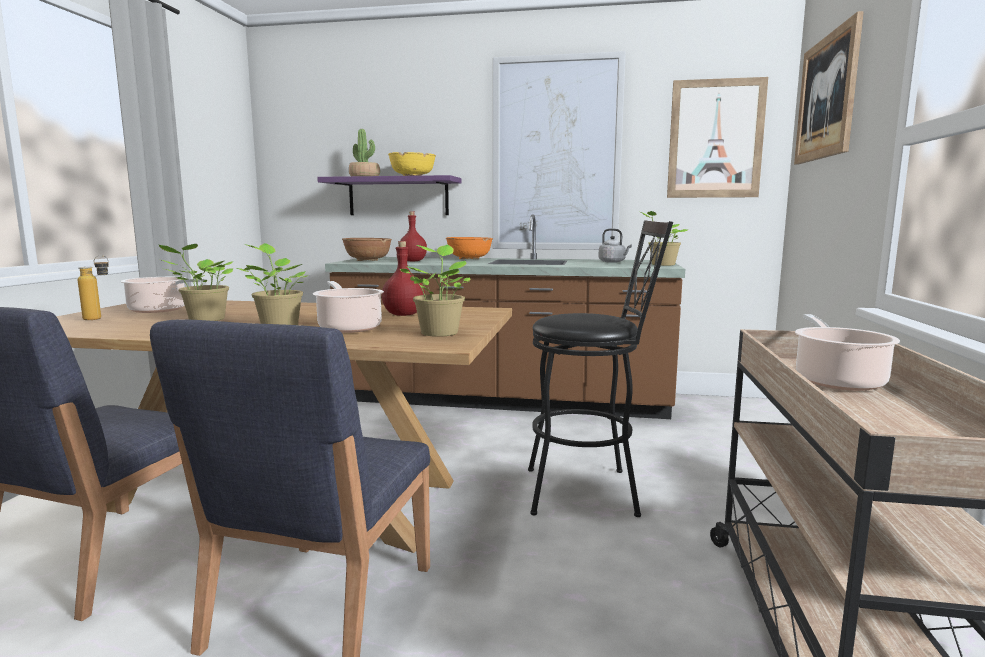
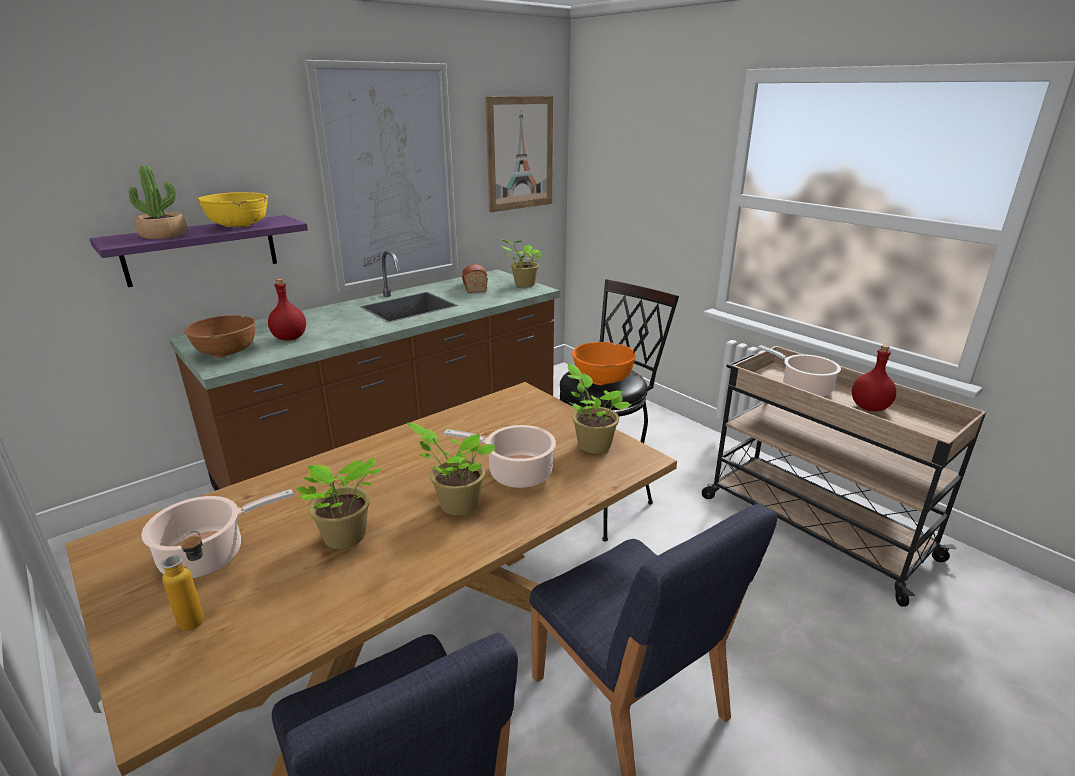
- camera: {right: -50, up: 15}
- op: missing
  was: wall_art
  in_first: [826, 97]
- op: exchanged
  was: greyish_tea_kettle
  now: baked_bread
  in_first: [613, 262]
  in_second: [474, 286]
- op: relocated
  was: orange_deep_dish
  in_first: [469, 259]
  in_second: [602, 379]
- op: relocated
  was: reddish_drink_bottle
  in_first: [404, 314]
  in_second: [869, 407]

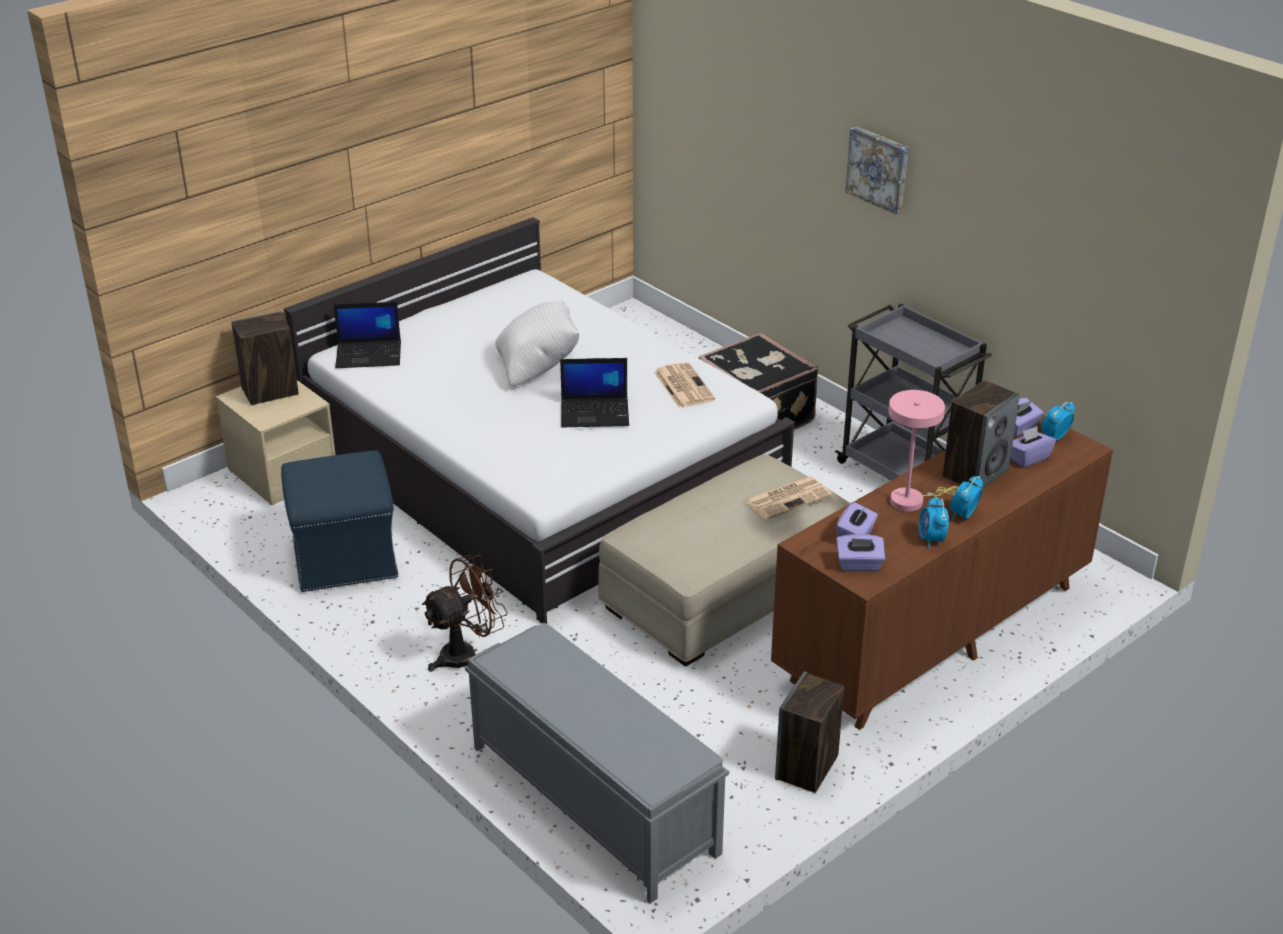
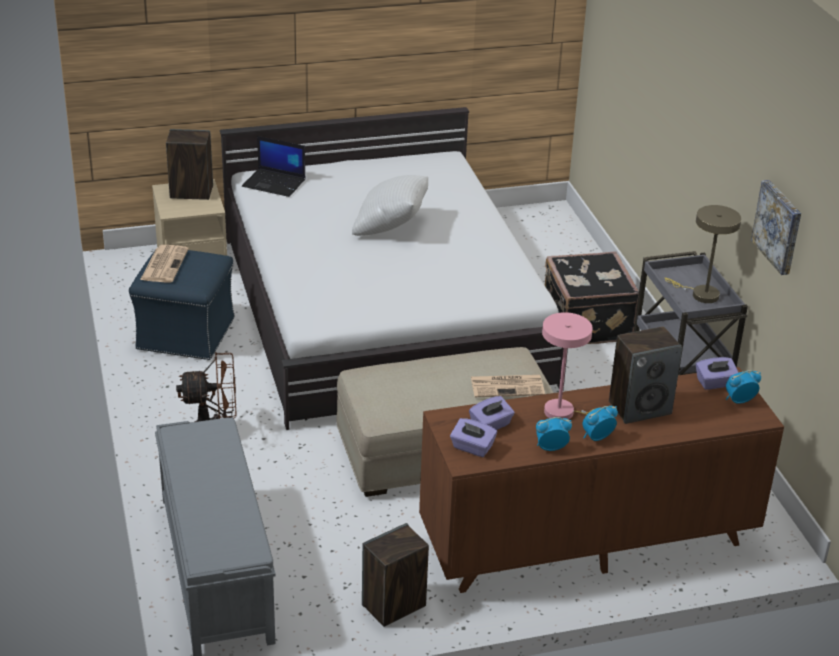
- camera: {right: 25, up: 0}
- op: relocated
  was: wall_art
  in_first: [879, 169]
  in_second: [779, 226]
- op: missing
  was: portable_computer
  in_first: [595, 413]
- op: relocated
  was: newspaper
  in_first: [683, 385]
  in_second: [164, 264]
- op: missing
  was: purple-coloured_tissue_box
  in_first: [1028, 458]
- op: spun
  was: table_clock
  in_first: [931, 539]
  in_second: [550, 448]
  clockwise: 60
- op: appeared
  now: beige_lamp_for_a_table
  in_second: [700, 294]

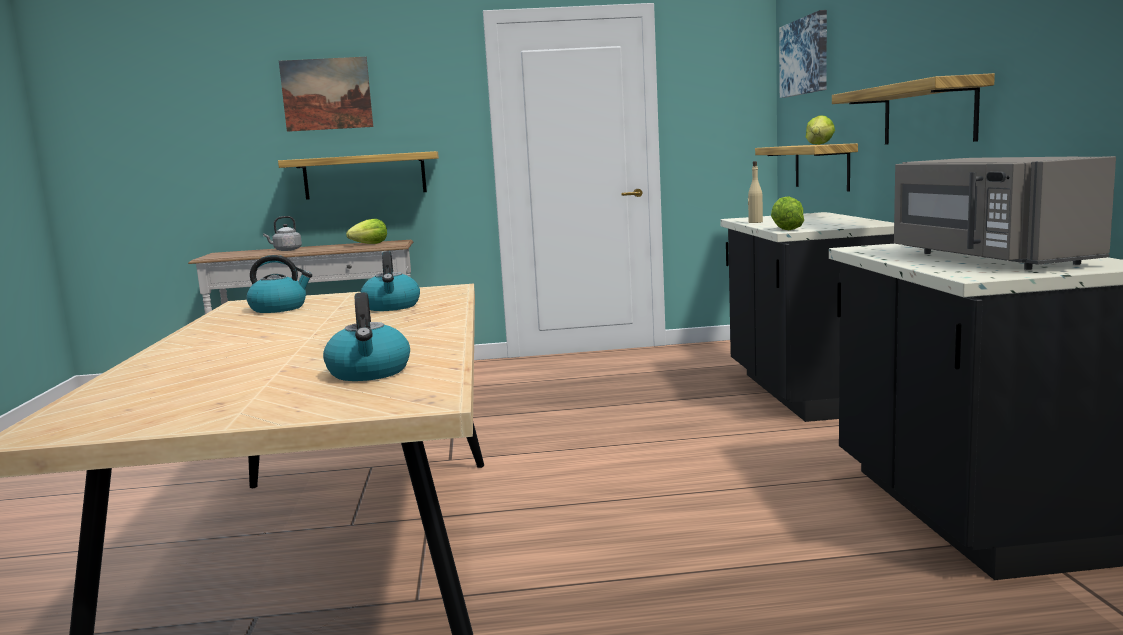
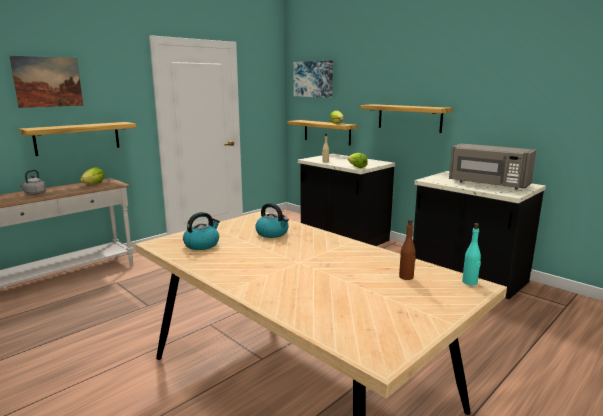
- camera: {right: -40, up: 5}
- op: exchanged
  was: tea_kettle
  now: brown-coloured_drink_bottle
  in_first: [369, 373]
  in_second: [406, 277]
- op: appeared
  now: turquoise-coloured_drink_bottle
  in_second: [470, 282]

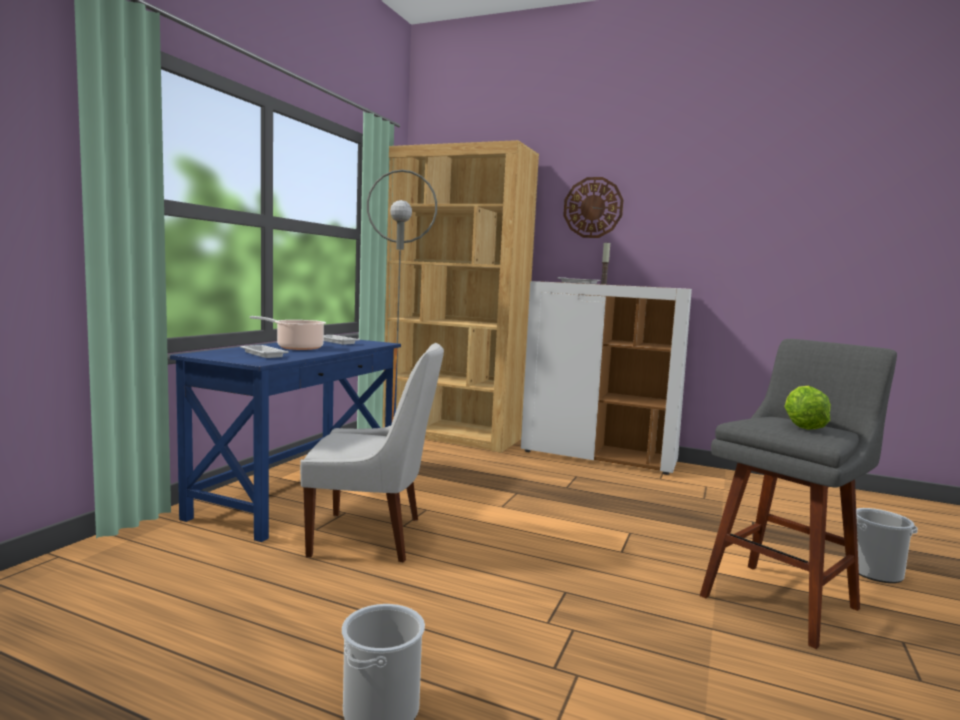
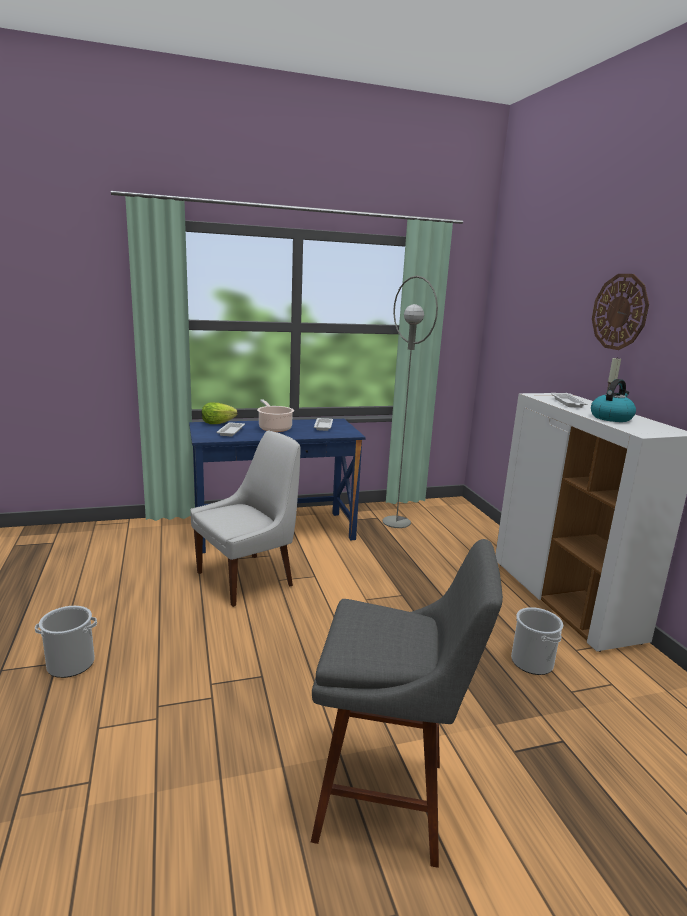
- camera: {right: 50, up: 10}
- op: missing
  was: brown-coloured_bookshelf
  in_first: [452, 435]
- op: spun
  was: white-coloured_chair
  in_first: [372, 537]
  in_second: [248, 578]
  clockwise: -90
- op: relocated
  was: lettuce_head
  in_first: [802, 426]
  in_second: [217, 423]
- op: relocated
  was: pail
  in_first: [875, 572]
  in_second: [532, 662]
- op: appeared
  now: tea_kettle
  in_second: [611, 418]

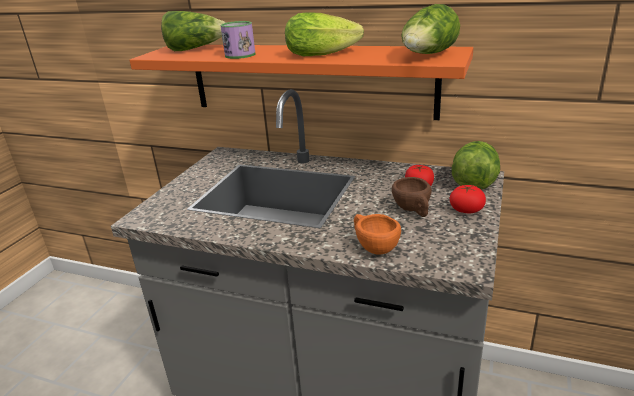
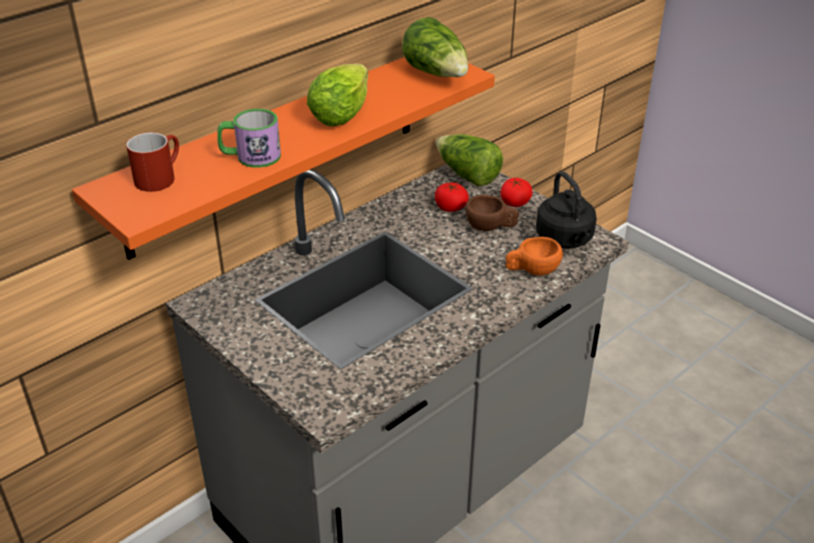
- camera: {right: -65, up: 10}
- op: exchanged
  was: lettuce_head
  now: reddish_tea_mug
  in_first: [196, 49]
  in_second: [159, 177]
- op: appeared
  now: black_tea_kettle
  in_second: [565, 240]

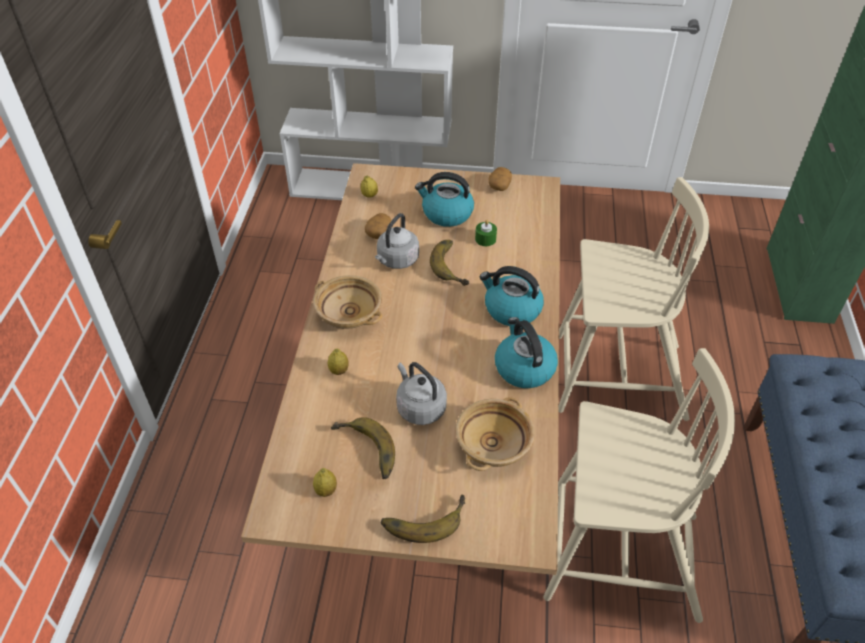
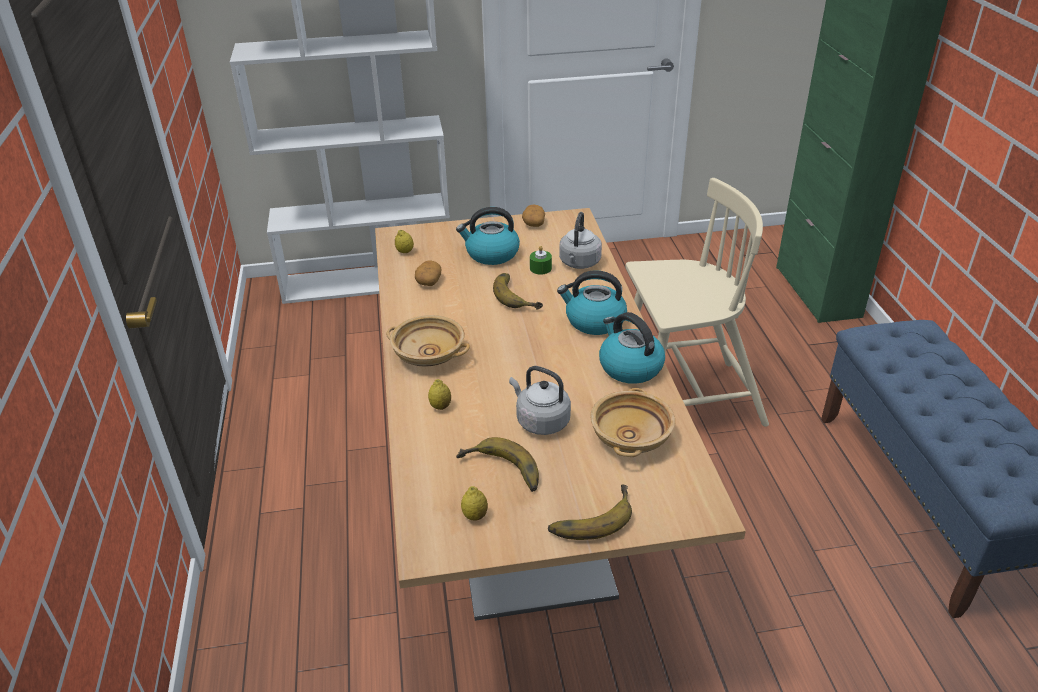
- camera: {right: -15, up: -10}
- op: relocated
  was: greyish_tea_kettle
  in_first: [396, 260]
  in_second: [579, 263]
- op: missing
  was: beige_chair
  in_first: [618, 554]

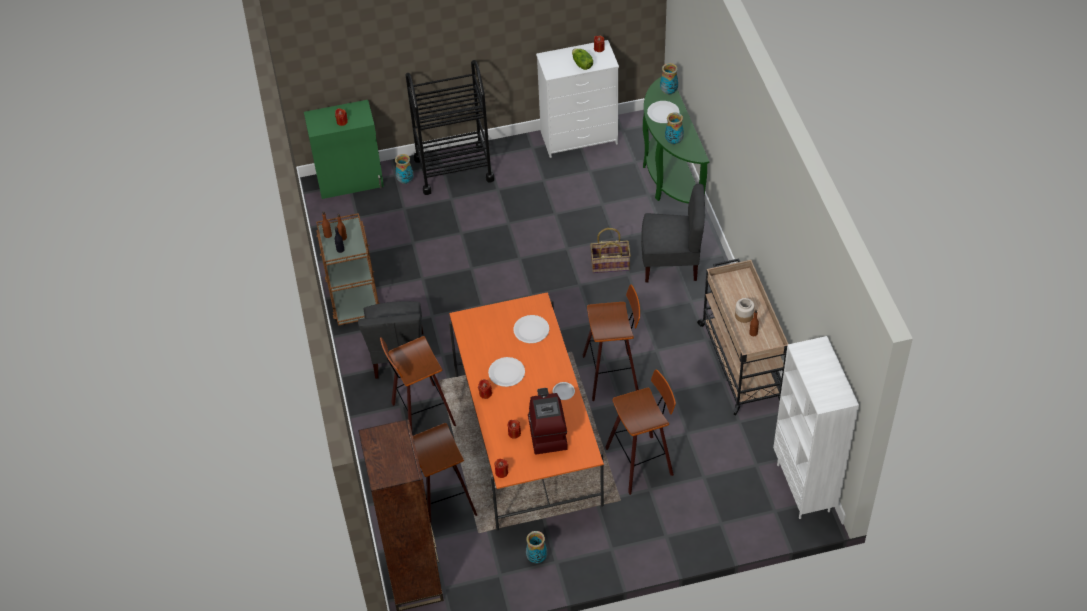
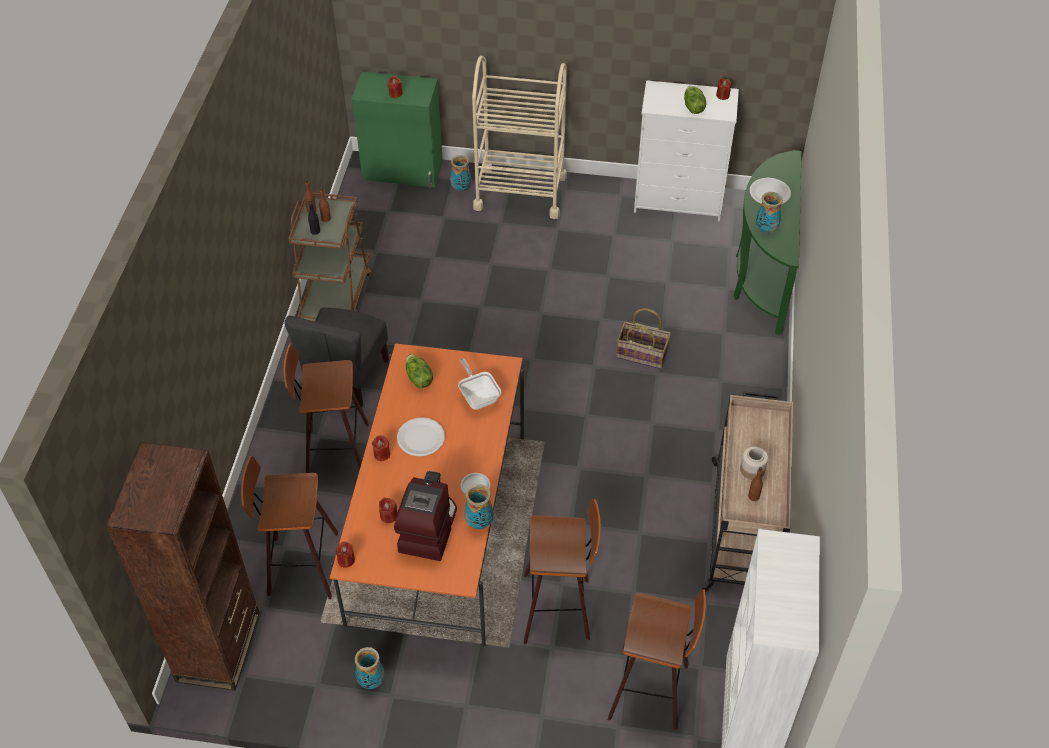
- camera: {right: 20, up: 0}
- op: colour
  was: black_wheeled_cart
  now: beige_wheeled_cart
  in_first: [454, 169]
  in_second: [520, 192]
- op: relocated
  was: vase
  in_first: [668, 92]
  in_second: [479, 522]
- op: missing
  was: greyish_chair
  in_first: [671, 263]
- op: relocated
  was: stool_seat
  in_first: [612, 374]
  in_second: [652, 689]
- op: exchanged
  was: white-coloured_flat_dish
  now: pan
  in_first: [531, 330]
  in_second: [478, 396]
- op: appeared
  now: lettuce_head
  in_second: [418, 378]

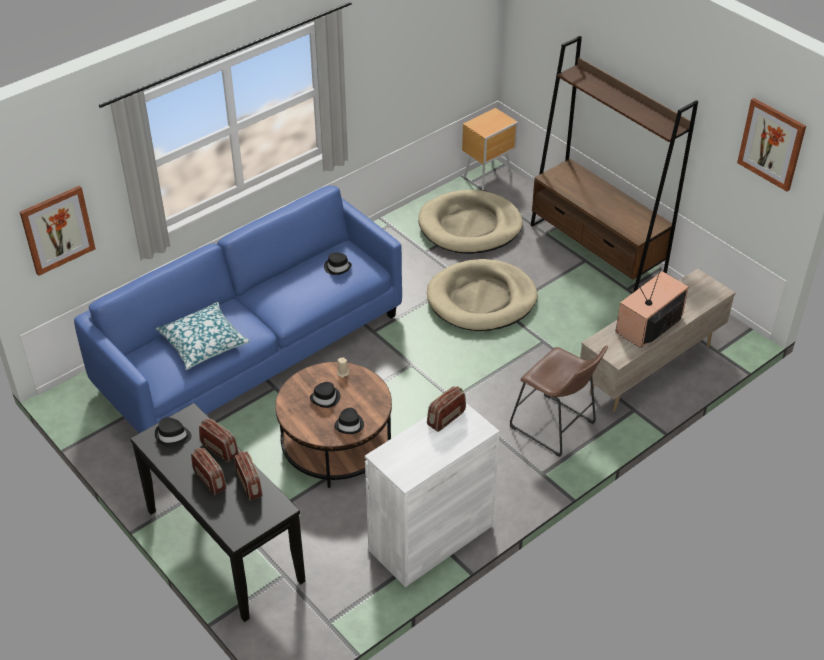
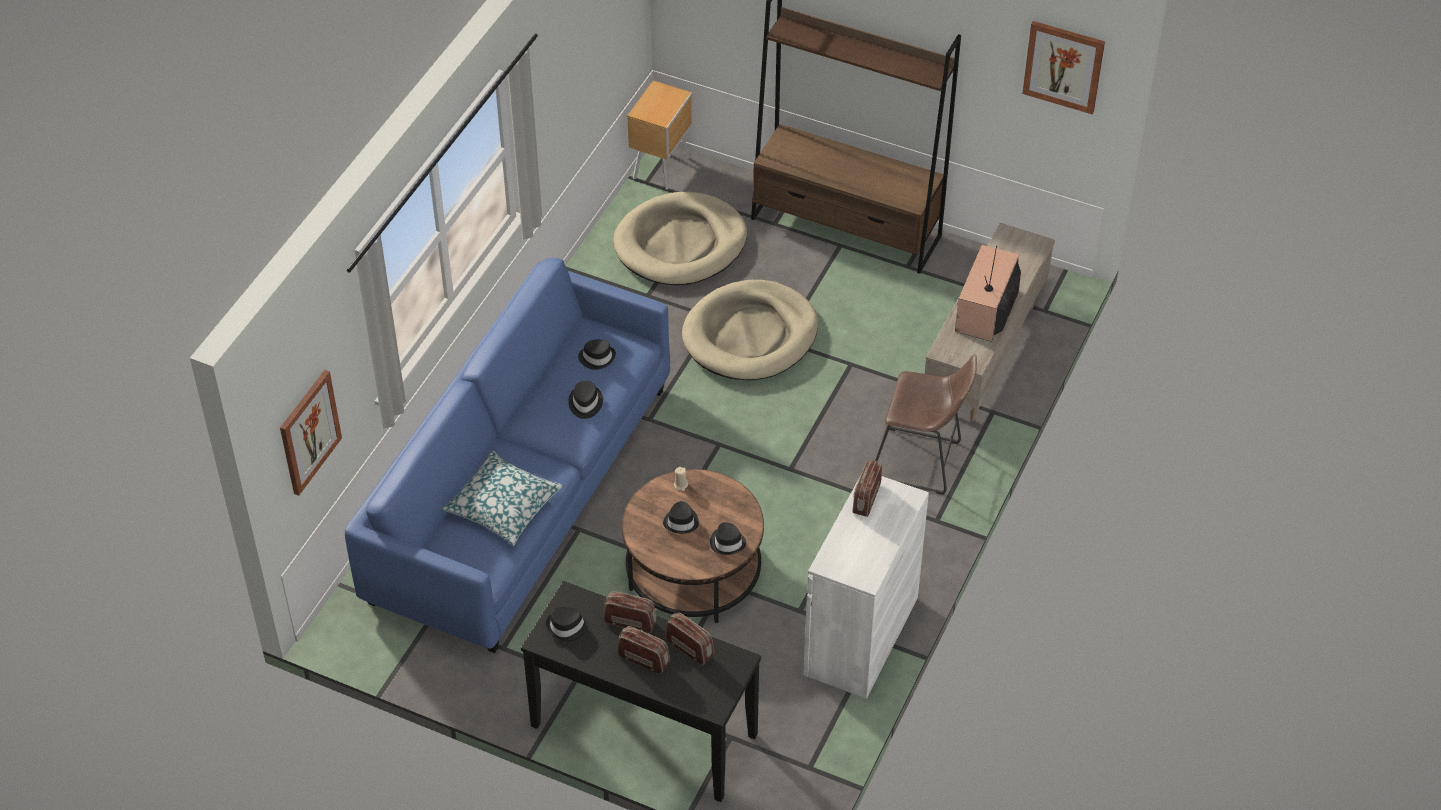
- camera: {right: -25, up: 5}
- op: appeared
  now: black_wearable_hat
  in_second: [585, 403]

